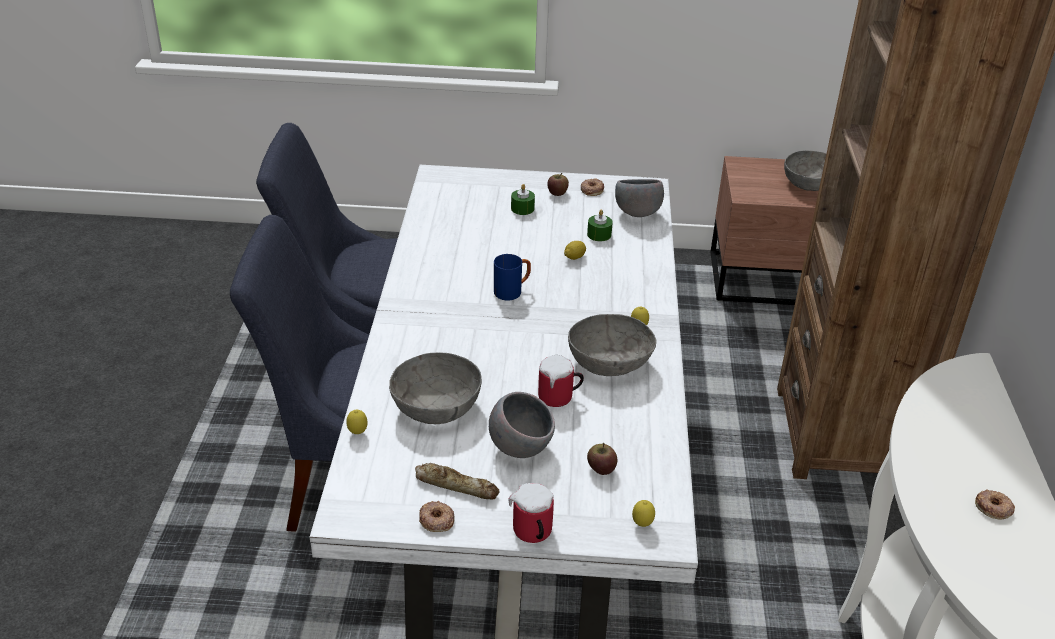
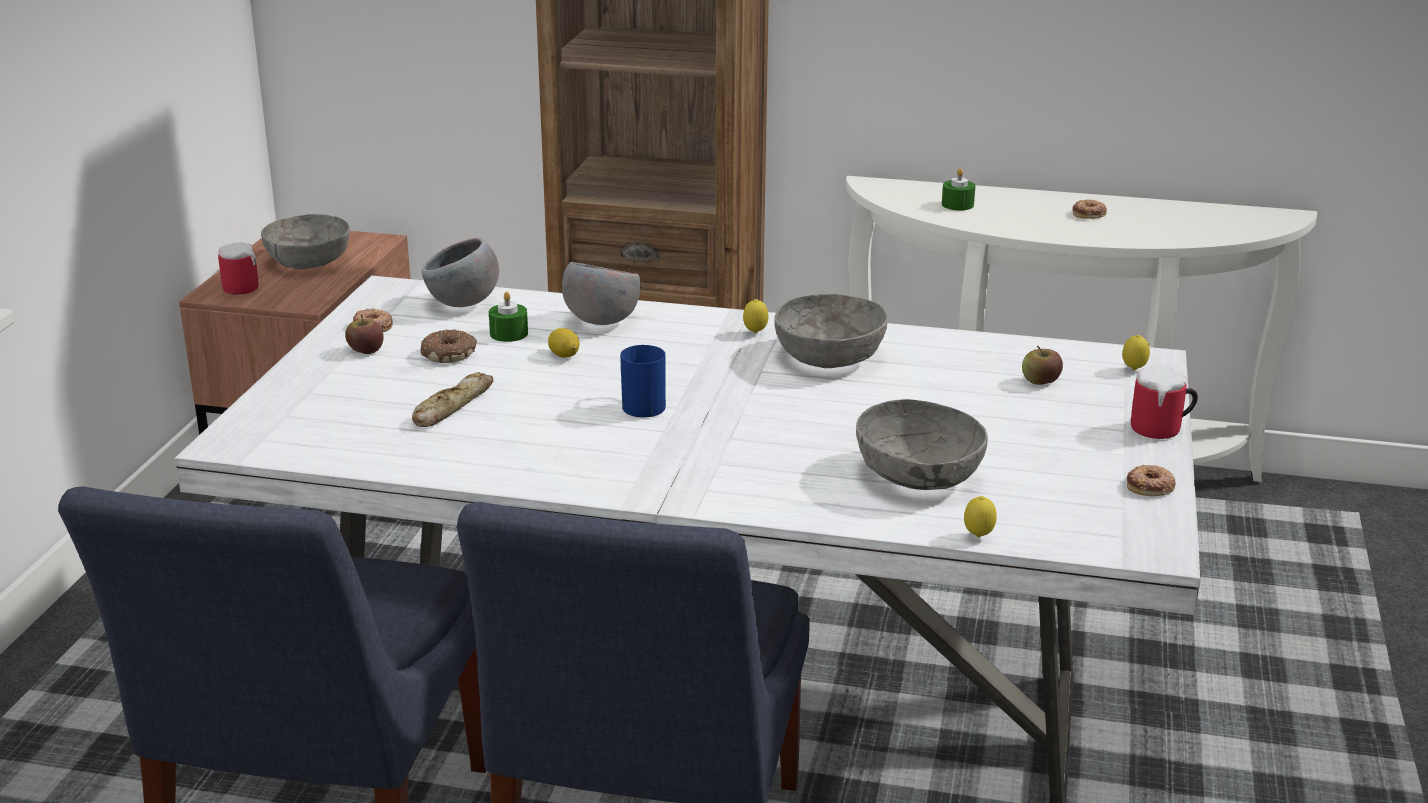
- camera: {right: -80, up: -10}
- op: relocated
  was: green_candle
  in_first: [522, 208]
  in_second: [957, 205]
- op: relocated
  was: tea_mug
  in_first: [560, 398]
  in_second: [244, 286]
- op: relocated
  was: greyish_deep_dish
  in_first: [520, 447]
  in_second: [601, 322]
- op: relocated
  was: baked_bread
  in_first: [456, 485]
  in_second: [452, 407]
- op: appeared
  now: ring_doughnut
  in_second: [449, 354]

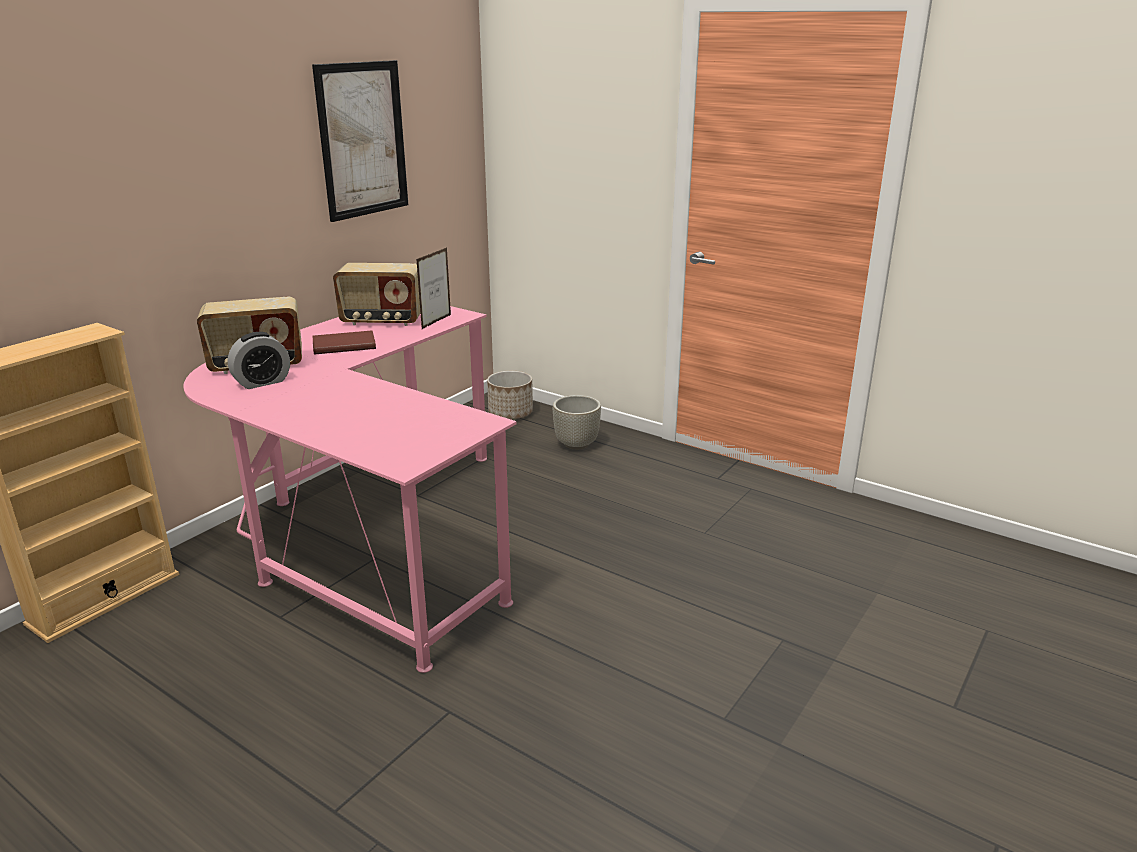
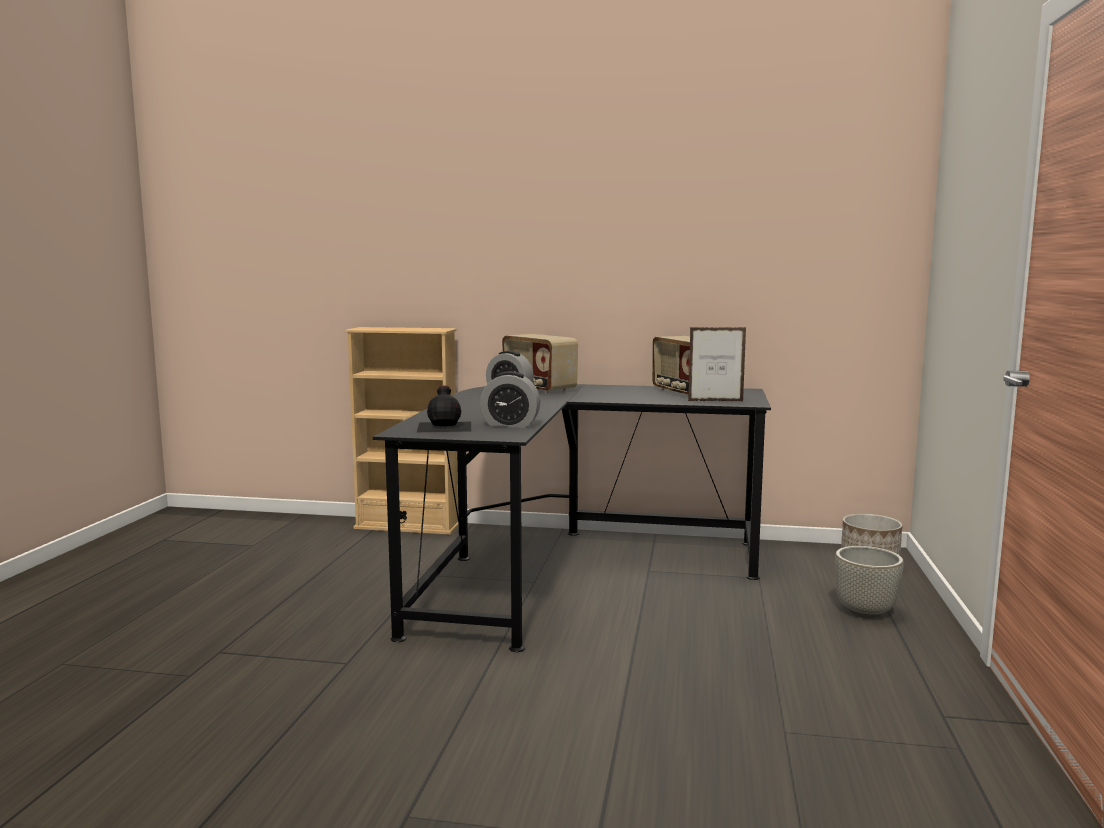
- camera: {right: 65, up: -15}
- op: missing
  was: wall_art
  in_first: [362, 140]
- op: colour
  was: pink-coloured_desk
  now: black_desk
  in_first: [369, 531]
  in_second: [568, 570]
- op: missing
  was: brown-coloured_volume
  in_first: [343, 345]
- op: appeared
  now: table_clock
  in_second: [510, 425]
- op: appeared
  now: black_drink_bottle
  in_second: [445, 426]

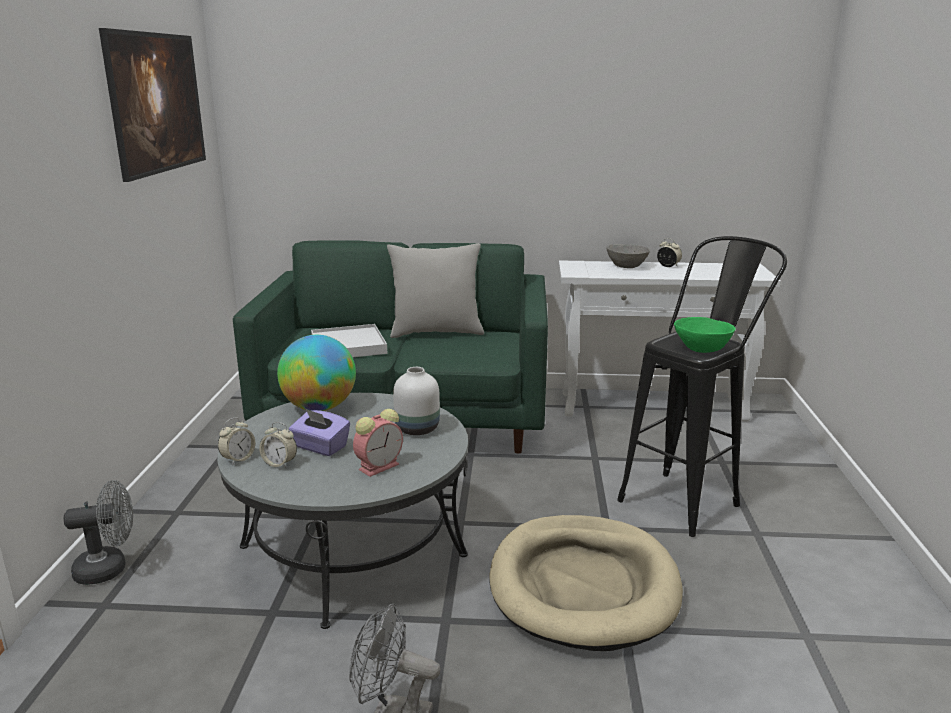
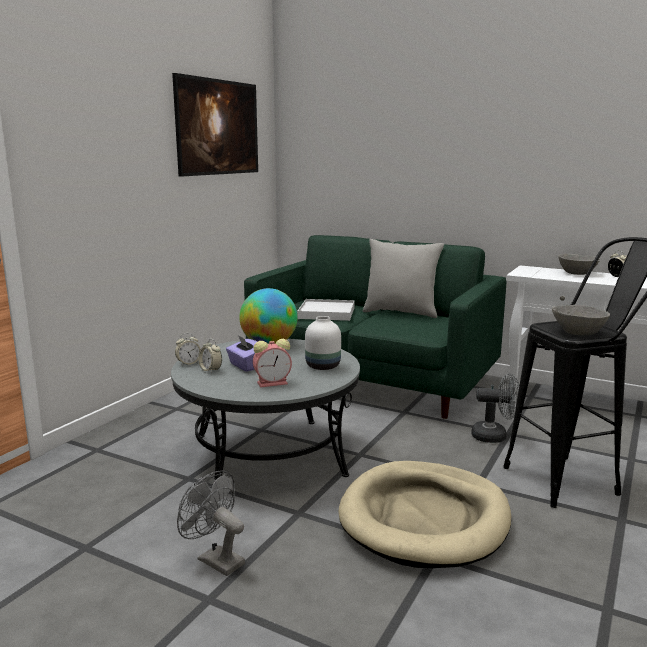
- camera: {right: 25, up: -5}
- op: colour
  was: green_deep_dish
  now: greyish_deep_dish
  in_first: [702, 348]
  in_second: [578, 332]
- op: relocated
  was: greyish_electric_fan
  in_first: [109, 569]
  in_second: [495, 436]

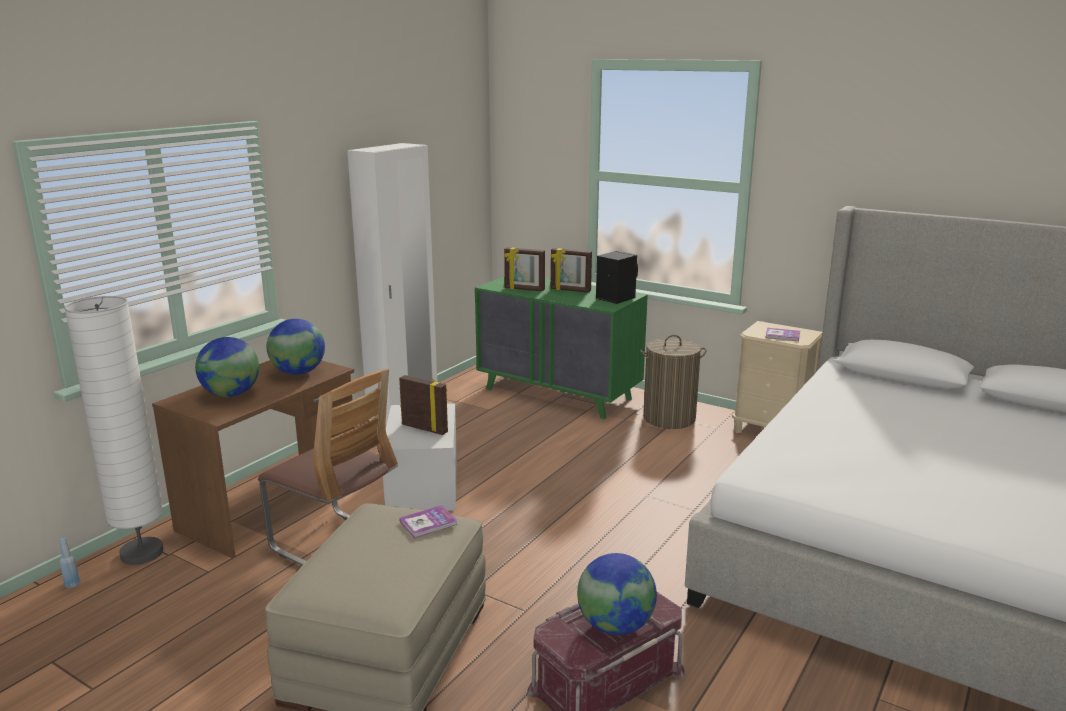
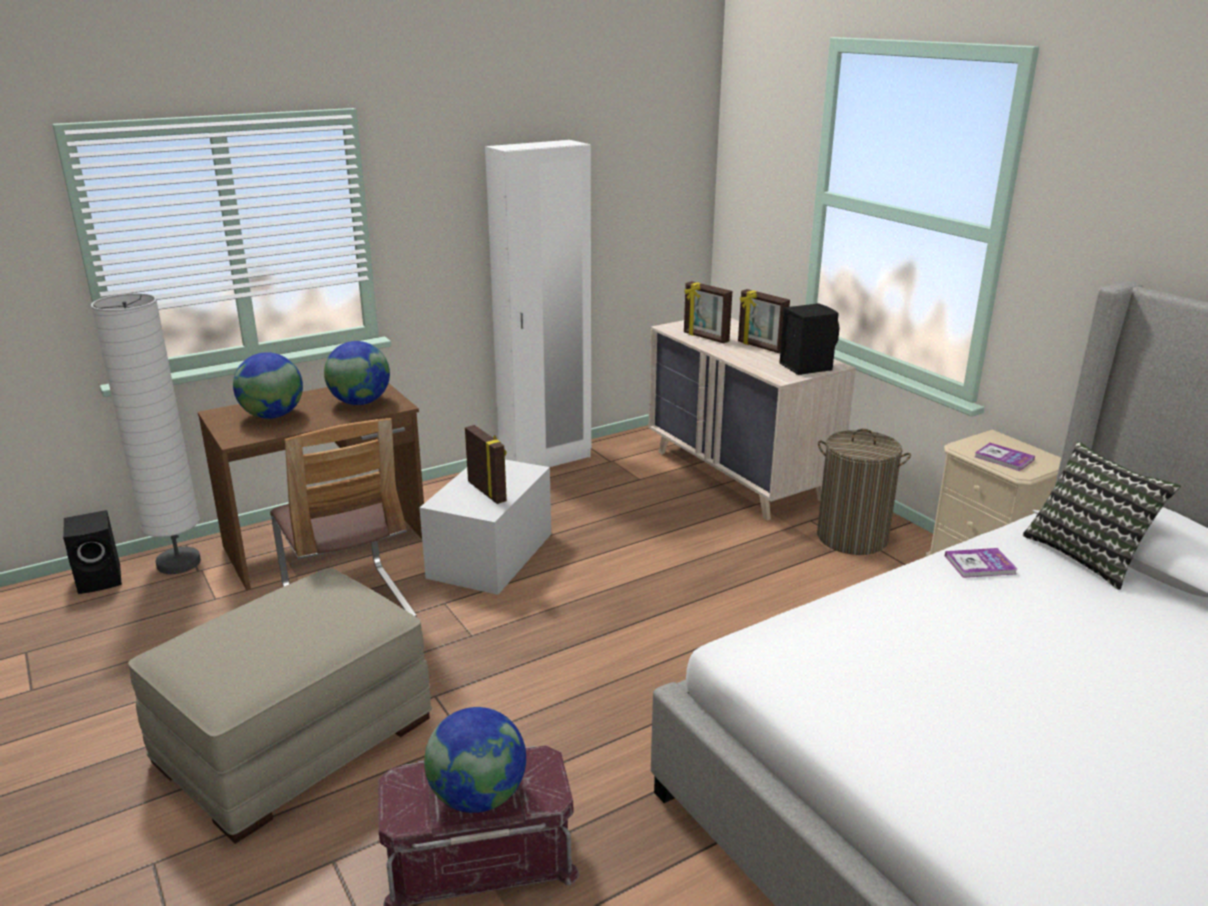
- camera: {right: 25, up: 5}
- op: colour
  was: green_dresser
  now: beige_dresser
  in_first: [559, 394]
  in_second: [739, 476]
- op: relocated
  was: volume
  in_first: [428, 523]
  in_second: [980, 565]
- op: exchanged
  was: blue_drink_bottle
  now: black_loudspeaker
  in_first: [72, 584]
  in_second: [102, 579]
- op: appeared
  now: pillow
  in_second: [1087, 555]

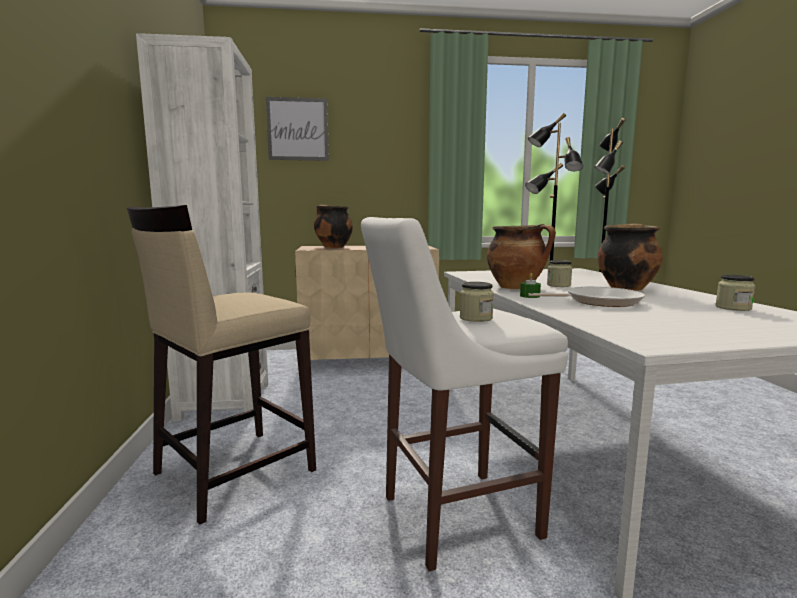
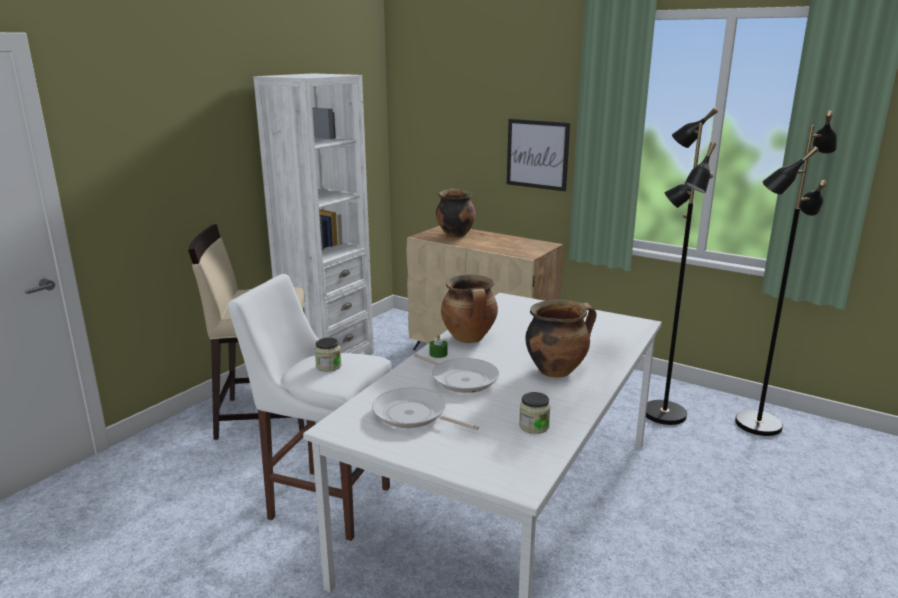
- camera: {right: 40, up: 10}
- op: relocated
  was: wall_art
  in_first: [298, 129]
  in_second: [537, 154]
- op: missing
  was: jar
  in_first: [558, 285]
- op: appeared
  now: pan
  in_second: [413, 415]

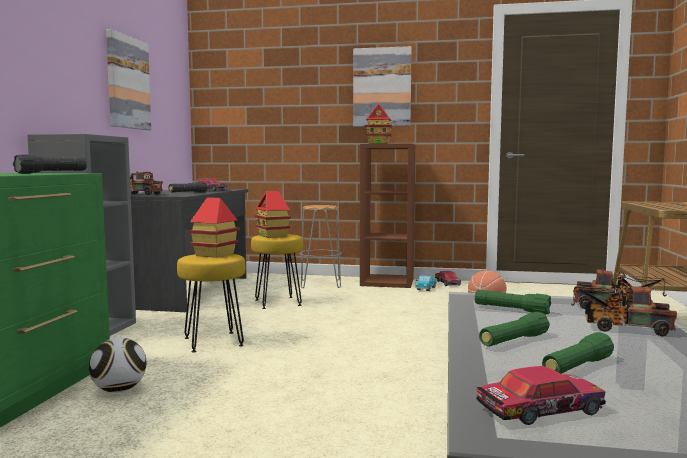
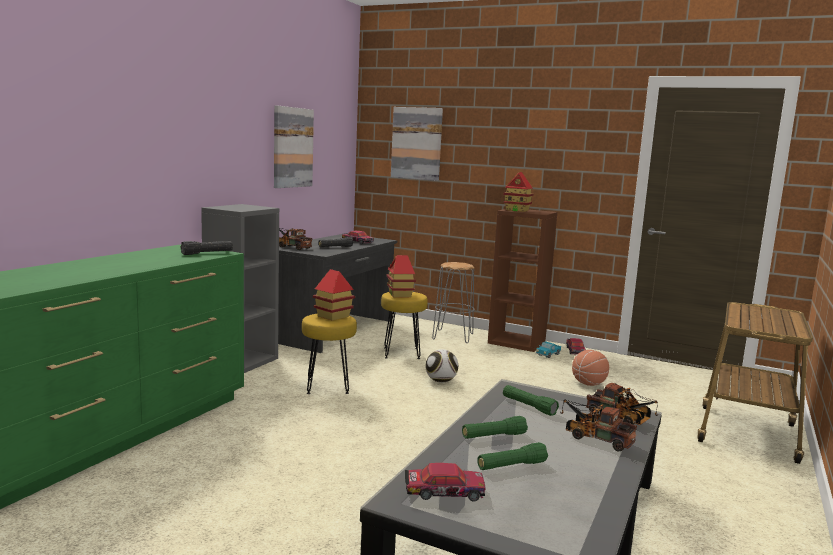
- camera: {right: 15, up: 5}
- op: relocated
  was: wall_art
  in_first: [382, 87]
  in_second: [417, 143]
- op: relocated
  was: ball_for_football
  in_first: [119, 390]
  in_second: [441, 381]

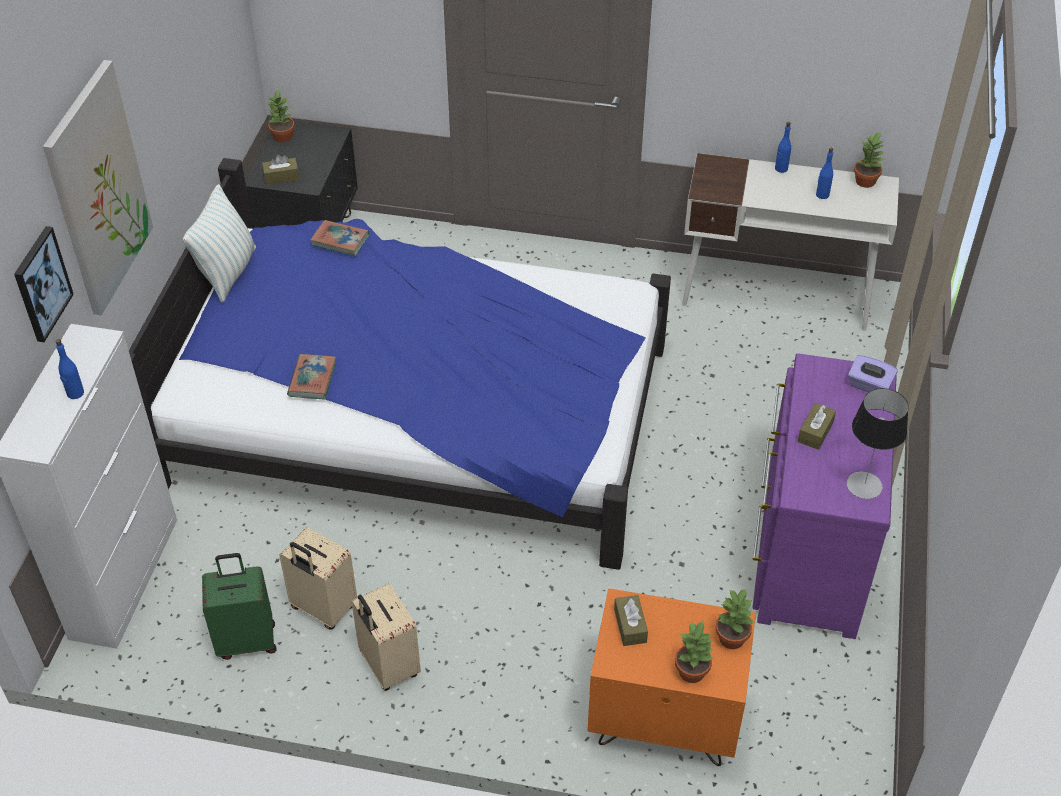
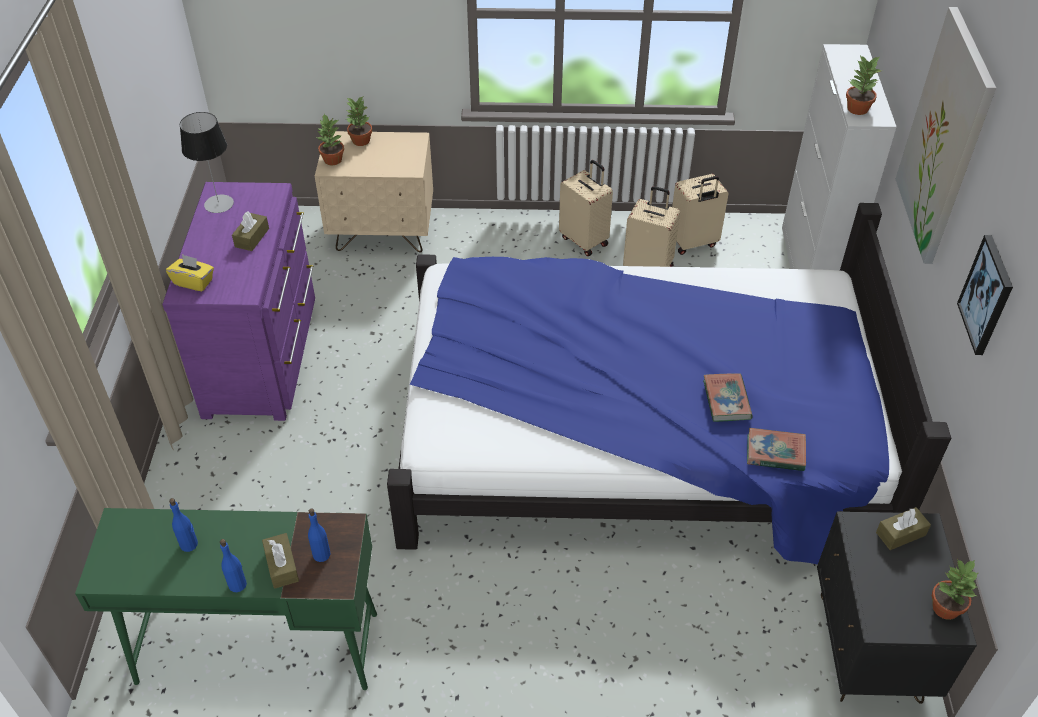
- camera: {right: 170, up: 0}
- op: relocated
  was: potted_plant
  in_first: [866, 181]
  in_second: [856, 109]
- op: colour
  was: white-coloured_desk
  now: green_desk
  in_first: [777, 295]
  in_second: [256, 647]
- op: missing
  was: pillow
  in_first: [228, 273]
- op: relocated
  was: wall_art
  in_first: [41, 284]
  in_second: [987, 295]
- op: relocated
  was: blue_drink_bottle
  in_first: [75, 393]
  in_second: [321, 554]
- op: relocated
  was: volume
  in_first: [312, 379]
  in_second: [726, 400]
- op: colour
  was: purple-coloured_tissue_box
  now: yellow_tissue_box
  in_first: [869, 385]
  in_second: [194, 282]
- op: colour
  was: green_piece_of_luggage
  now: beige_piece_of_luggage
  in_first: [247, 640]
  in_second: [693, 243]
- op: colour
  was: orange_bedside_table
  now: beige_bedside_table
  in_first: [663, 721]
  in_second: [383, 233]
- op: relocated
  was: brown-coloured_tissue_box
  in_first: [630, 626]
  in_second: [282, 566]

